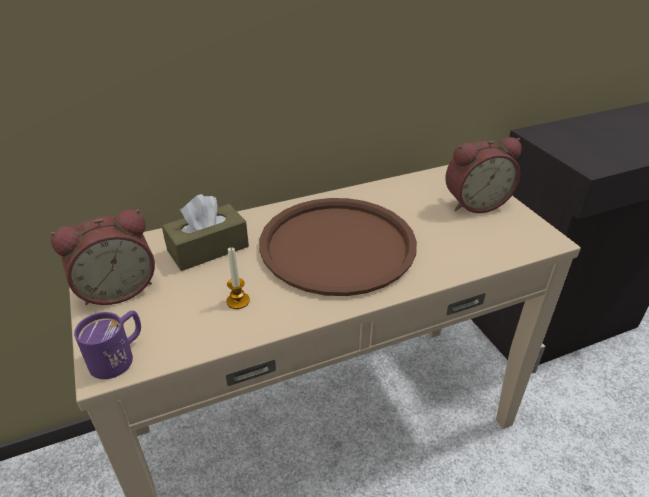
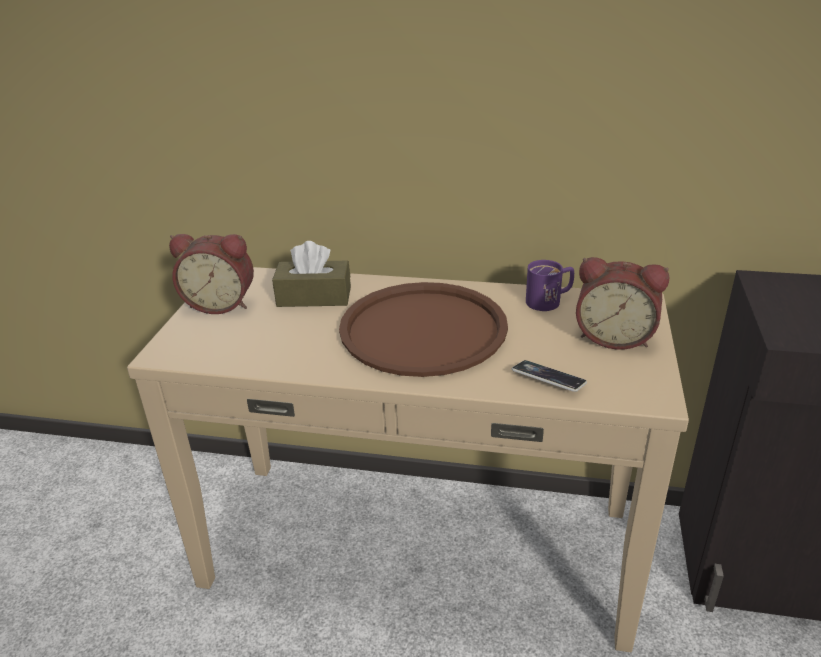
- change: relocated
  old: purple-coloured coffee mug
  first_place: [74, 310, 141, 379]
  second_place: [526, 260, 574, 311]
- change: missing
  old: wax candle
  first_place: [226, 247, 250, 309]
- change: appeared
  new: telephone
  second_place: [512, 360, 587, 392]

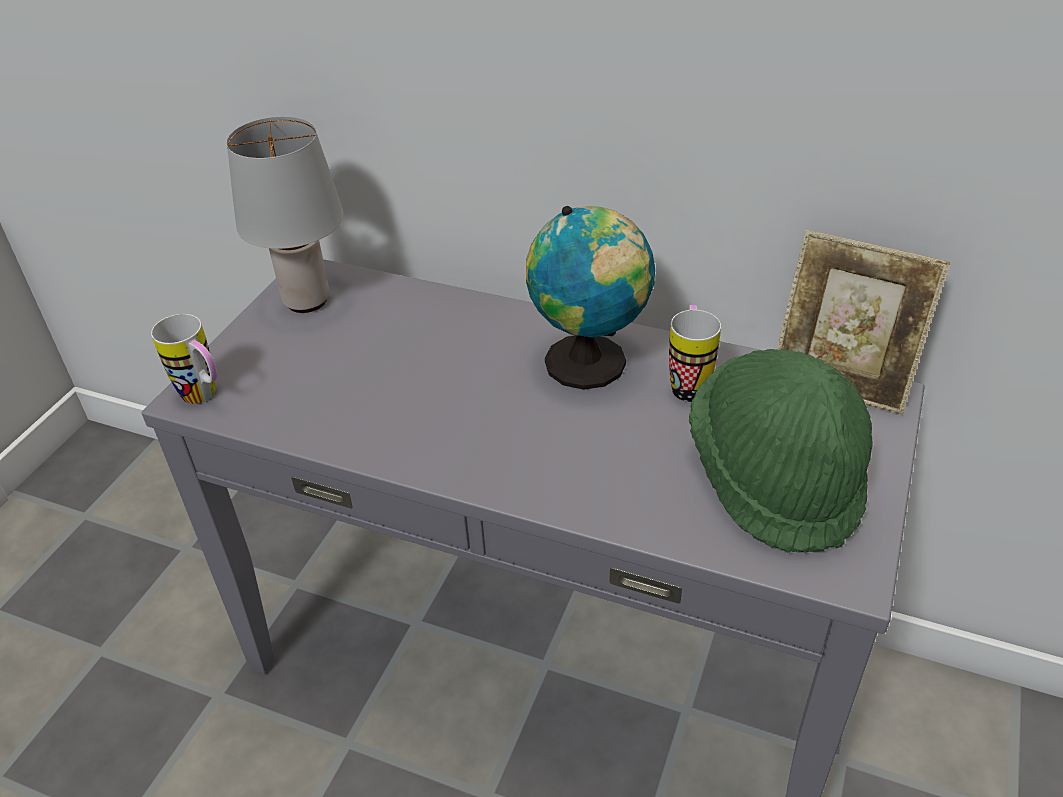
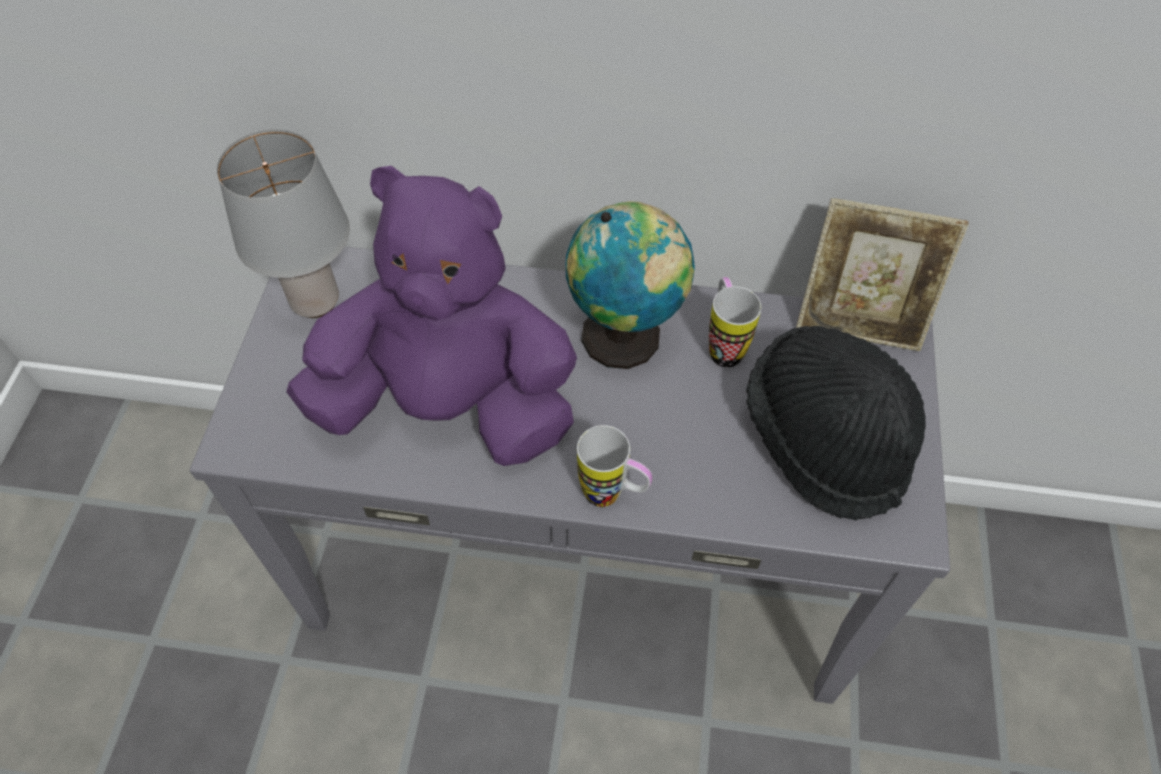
- change: relocated
  old: coffee mug
  first_place: [151, 314, 217, 404]
  second_place: [577, 425, 652, 507]
- change: colour
  old: green wearable hat
  new: blackish wearable hat
  first_place: [689, 349, 872, 553]
  second_place: [746, 326, 926, 521]
- change: appeared
  new: purple-coloured cuddly toy
  second_place: [286, 166, 577, 466]

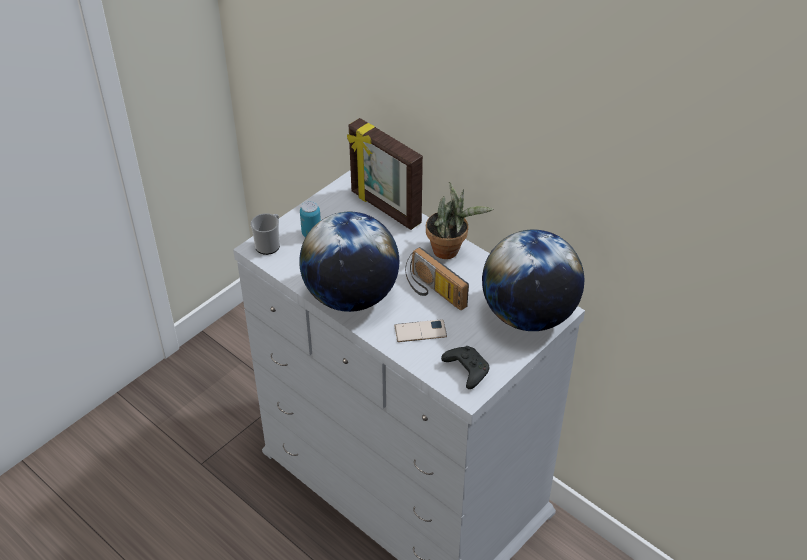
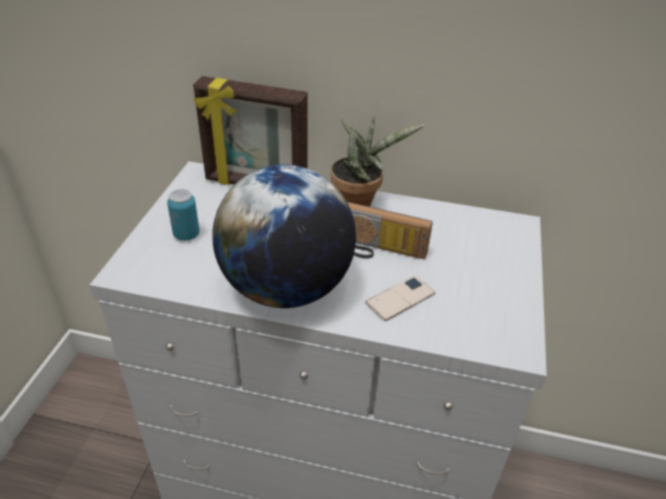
- change: missing
  old: coffee mug
  first_place: [251, 213, 280, 255]
- change: missing
  old: blackish game controller
  first_place: [441, 346, 489, 389]
- change: missing
  old: world globe
  first_place: [482, 230, 584, 331]

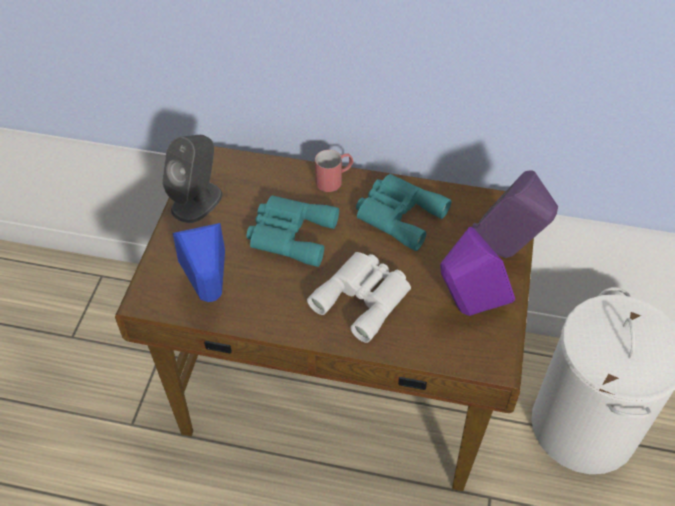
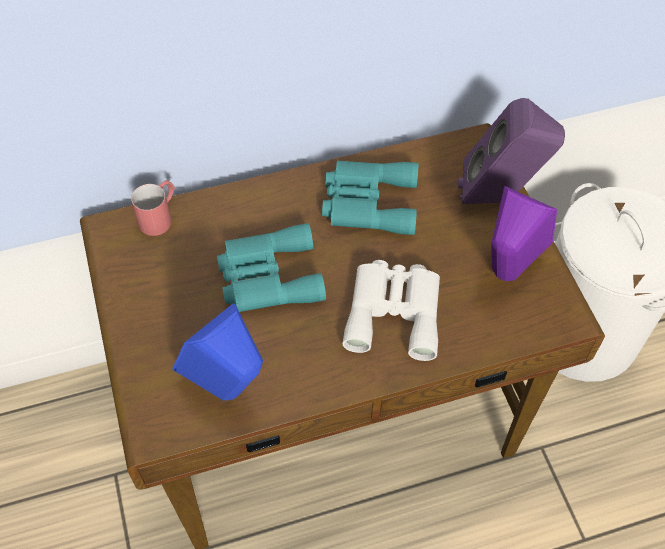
- change: missing
  old: grey loudspeaker
  first_place: [162, 135, 222, 223]
- change: relocated
  old: red-coloured coffee mug
  first_place: [315, 150, 353, 192]
  second_place: [131, 180, 175, 236]

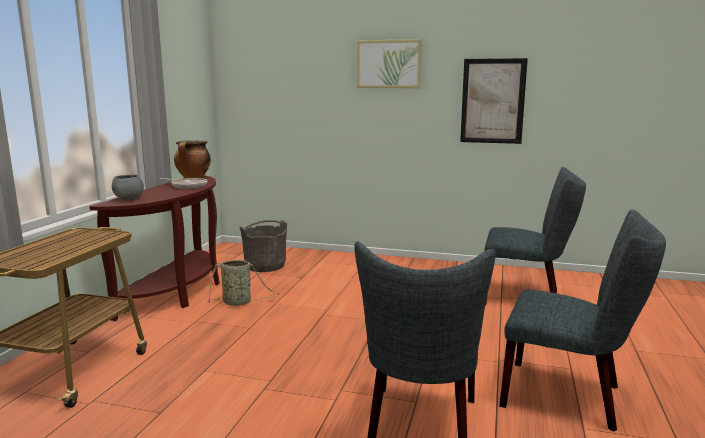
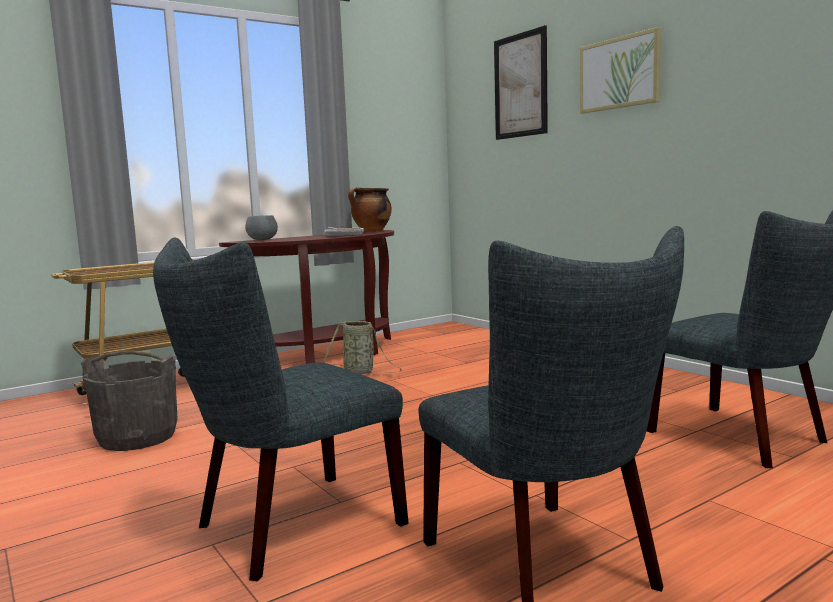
- change: relocated
  old: grey water bucket
  first_place: [240, 220, 287, 272]
  second_place: [81, 350, 178, 451]
- change: relocated
  old: wall art
  first_place: [460, 58, 528, 144]
  second_place: [494, 25, 548, 140]

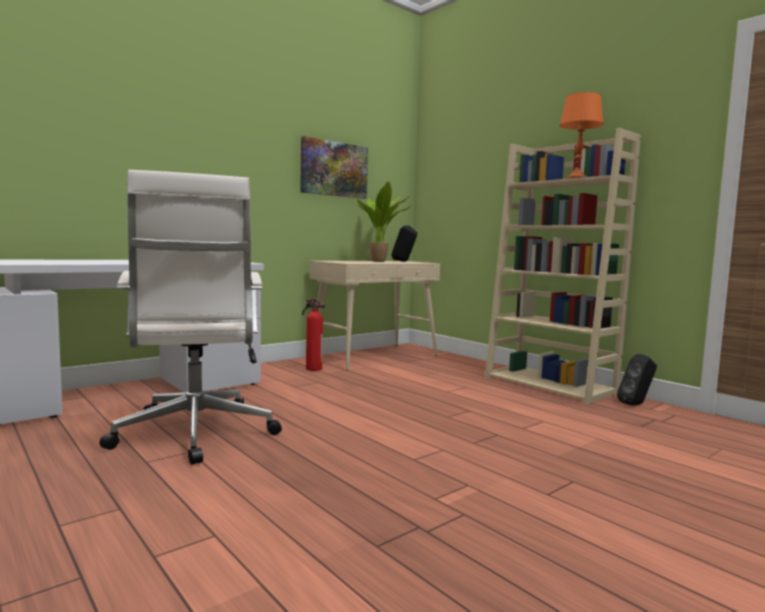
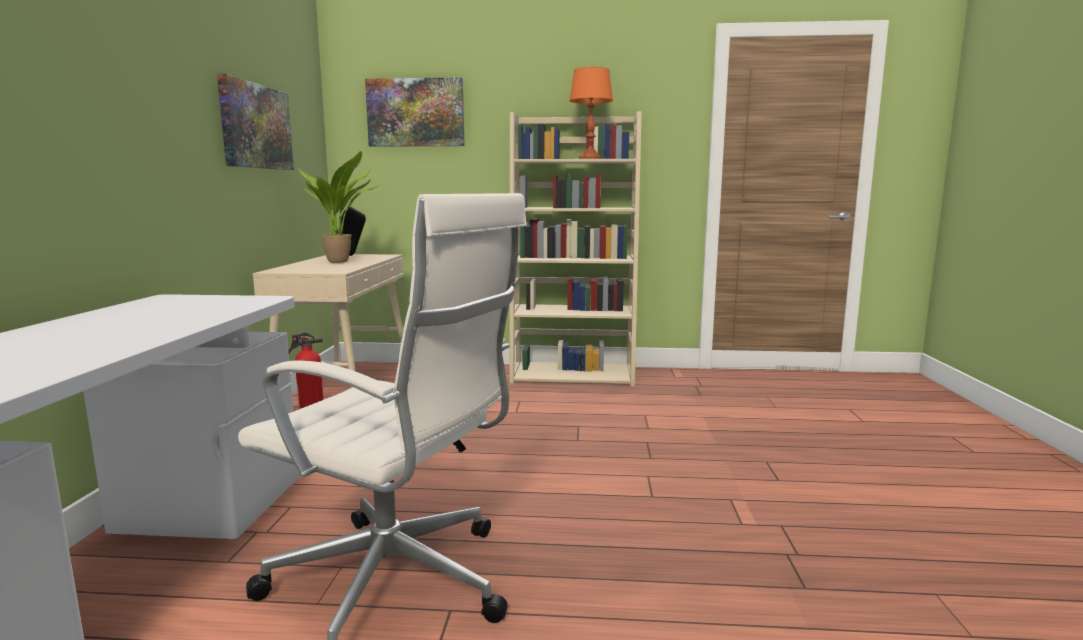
- change: missing
  old: blackish loudspeaker
  first_place: [617, 354, 657, 405]
- change: appeared
  new: wall art
  second_place: [365, 77, 465, 147]

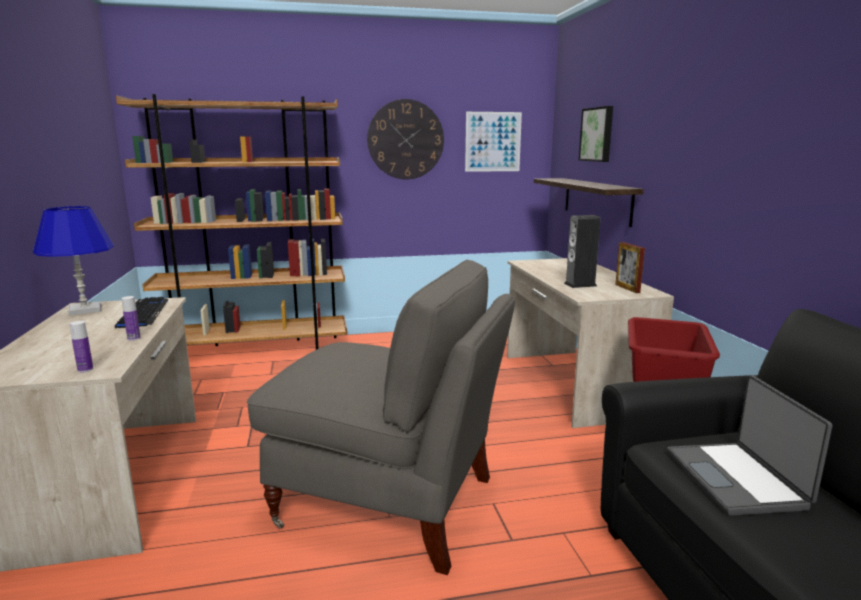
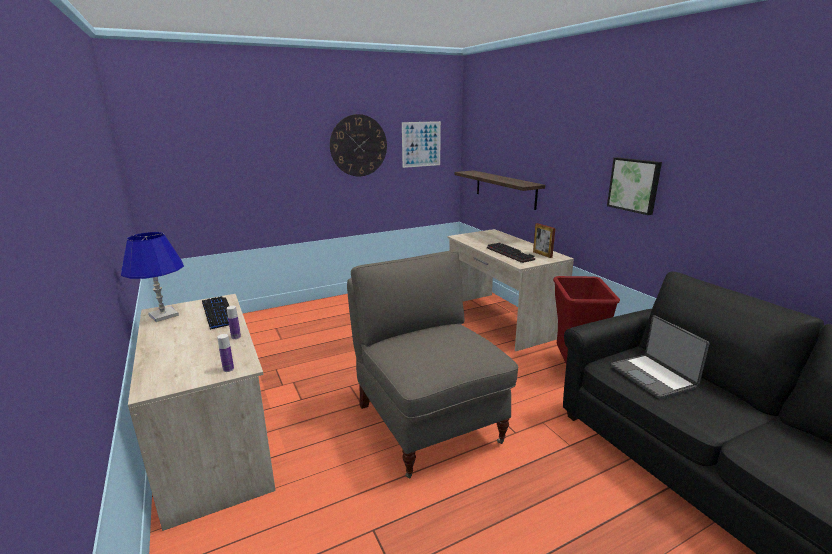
- change: missing
  old: brown bookshelf
  first_place: [116, 94, 347, 350]
- change: spun
  old: grey lounge chair
  first_place: [247, 259, 515, 575]
  second_place: [347, 251, 519, 479]
  degrees: -120
- change: exchanged
  old: loudspeaker
  new: PC keyboard
  first_place: [564, 215, 600, 288]
  second_place: [487, 242, 535, 263]
- change: relocated
  old: wall art
  first_place: [579, 106, 613, 162]
  second_place: [607, 157, 662, 215]

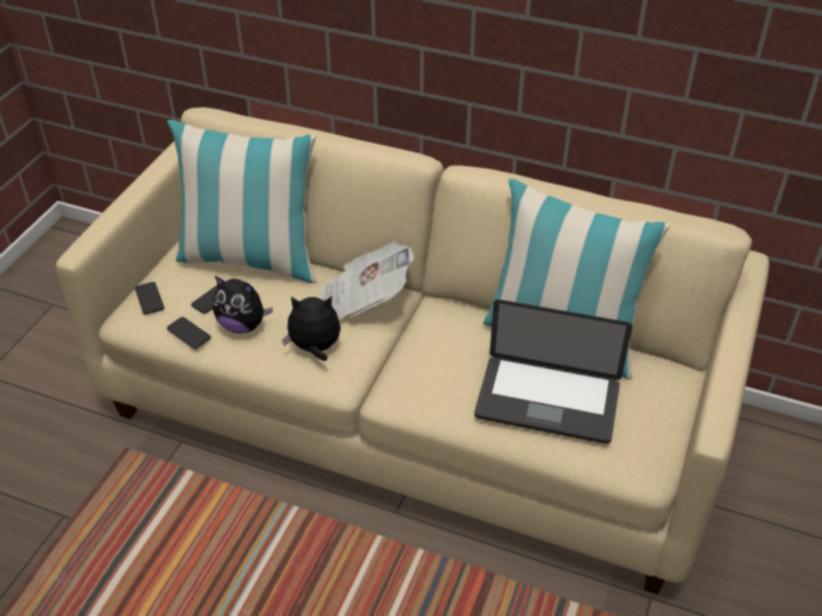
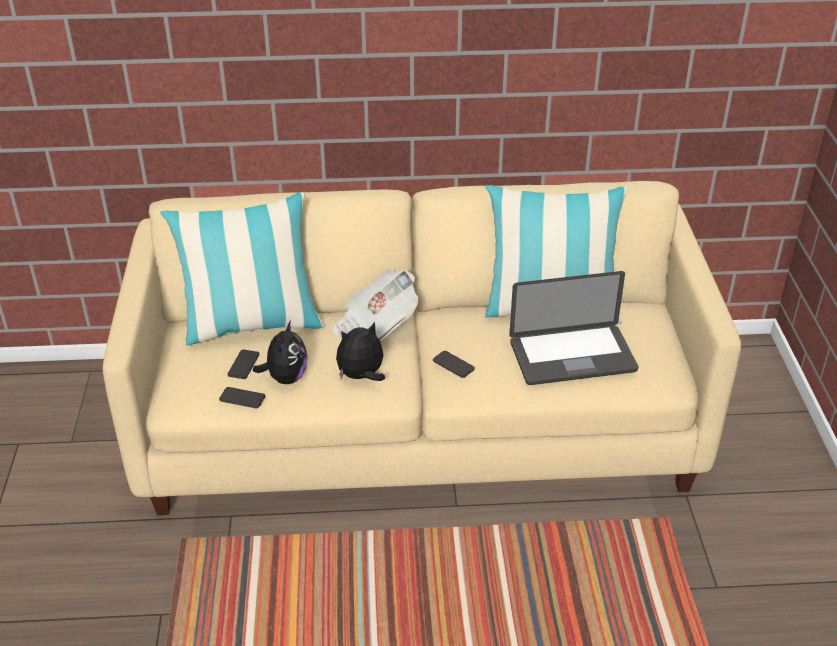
- change: relocated
  old: telephone
  first_place: [135, 282, 164, 315]
  second_place: [433, 351, 475, 378]
- change: spun
  old: cuddly toy
  first_place: [213, 276, 273, 333]
  second_place: [253, 320, 308, 384]
  degrees: -75

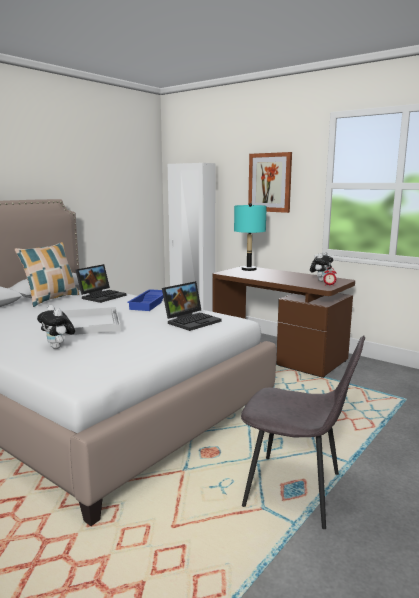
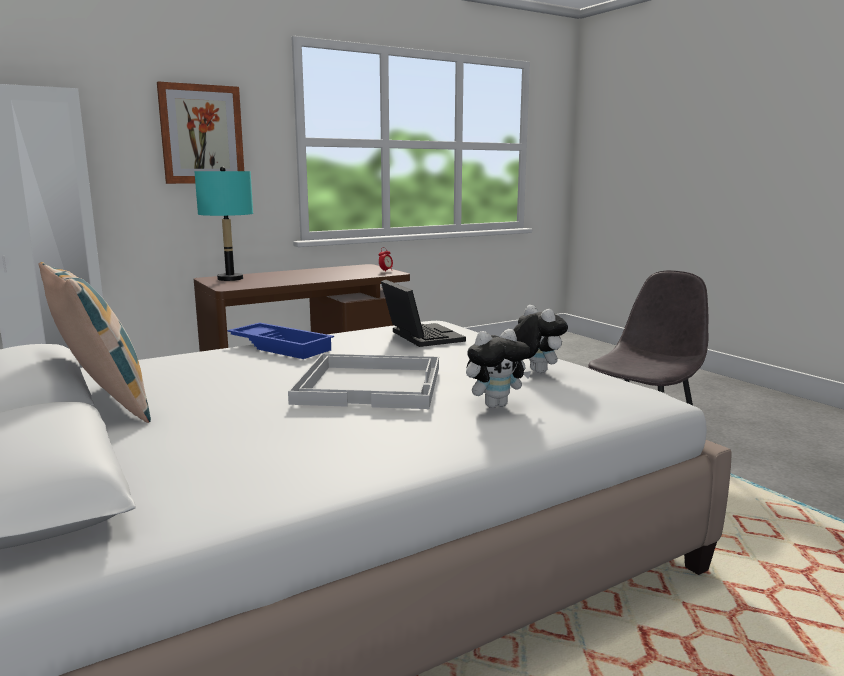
- change: missing
  old: notebook computer
  first_place: [76, 264, 127, 303]
- change: relocated
  old: cuddly toy
  first_place: [310, 252, 333, 281]
  second_place: [513, 305, 568, 373]

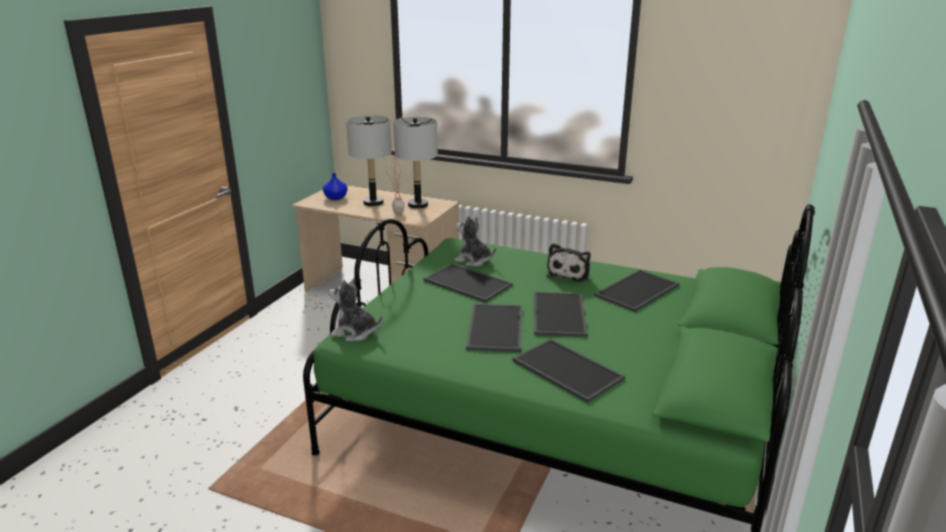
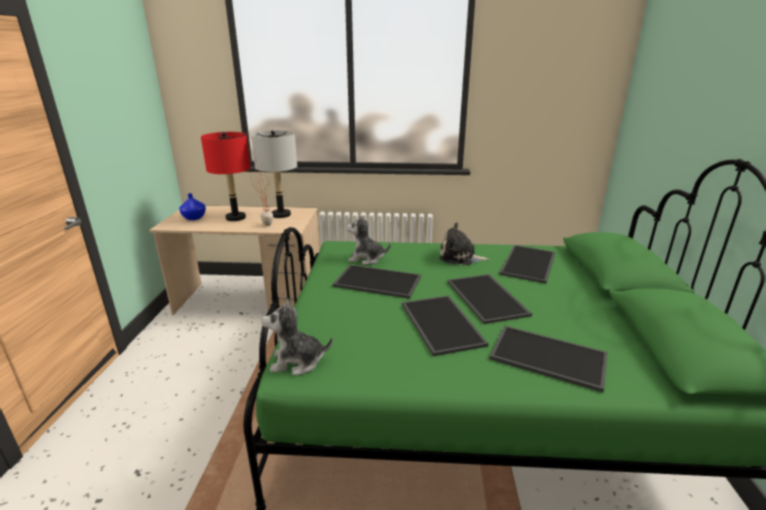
- change: colour
  old: grey tabletop lamp
  new: red-coloured tabletop lamp
  first_place: [346, 115, 392, 206]
  second_place: [201, 132, 251, 221]
- change: spun
  old: cuddly toy
  first_place: [547, 243, 591, 282]
  second_place: [439, 223, 489, 265]
  degrees: 105

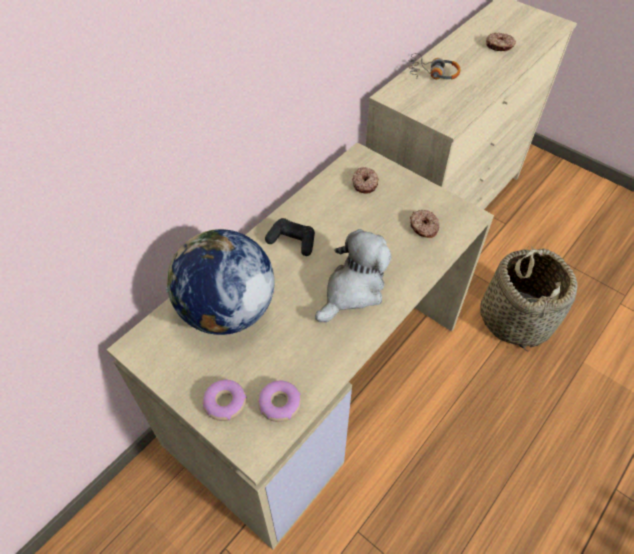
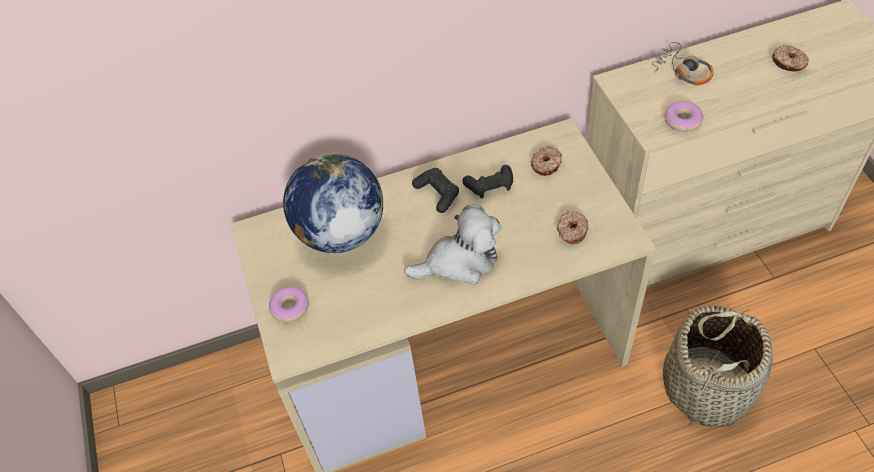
- change: relocated
  old: donut
  first_place: [258, 381, 301, 422]
  second_place: [664, 101, 704, 132]
- change: appeared
  new: blackish game controller
  second_place: [462, 165, 513, 198]

